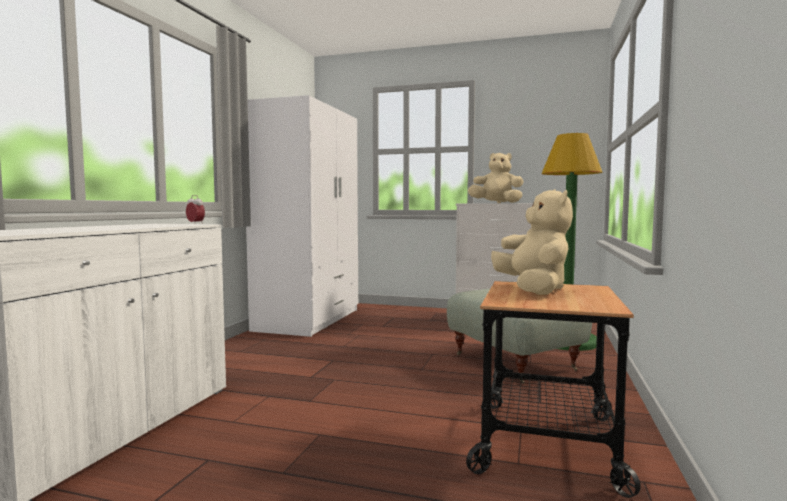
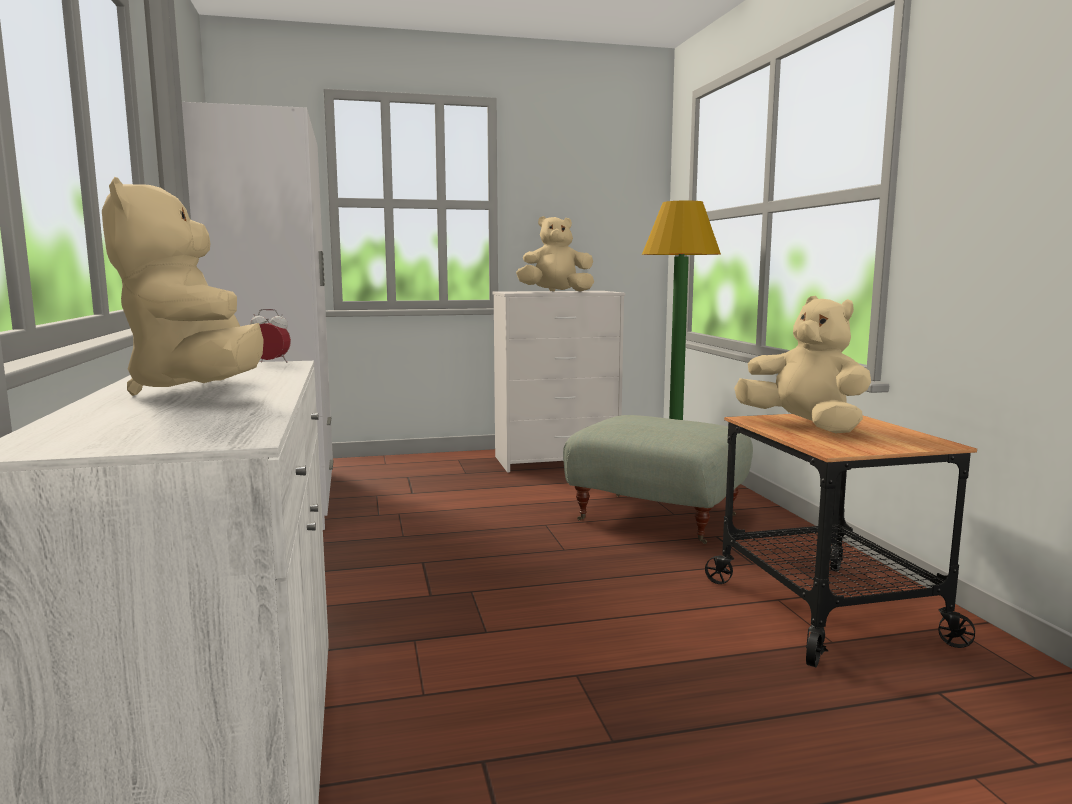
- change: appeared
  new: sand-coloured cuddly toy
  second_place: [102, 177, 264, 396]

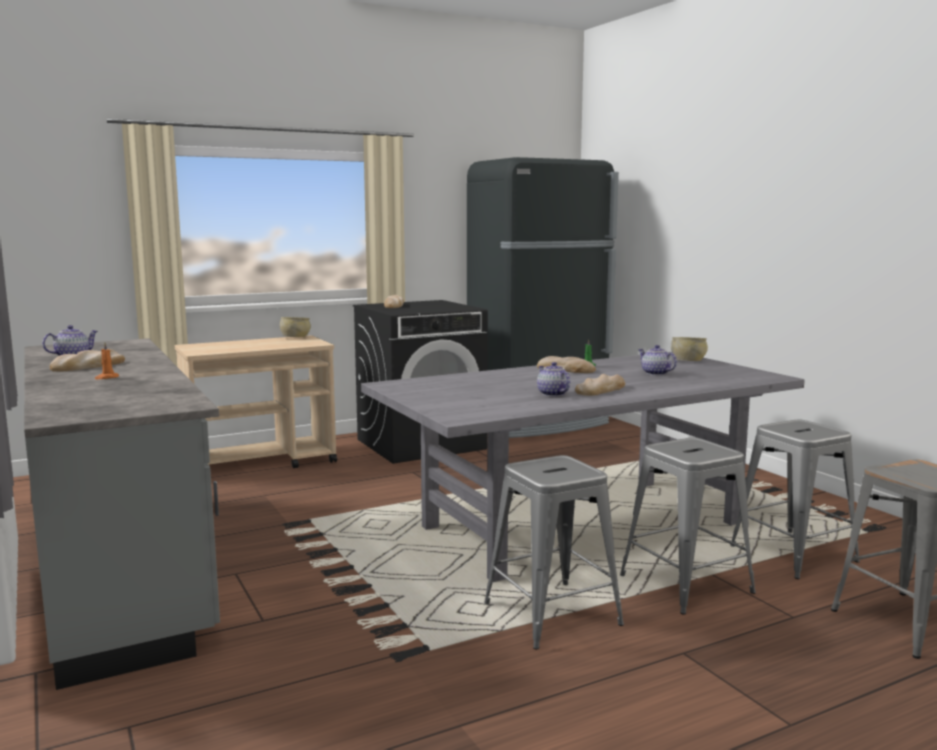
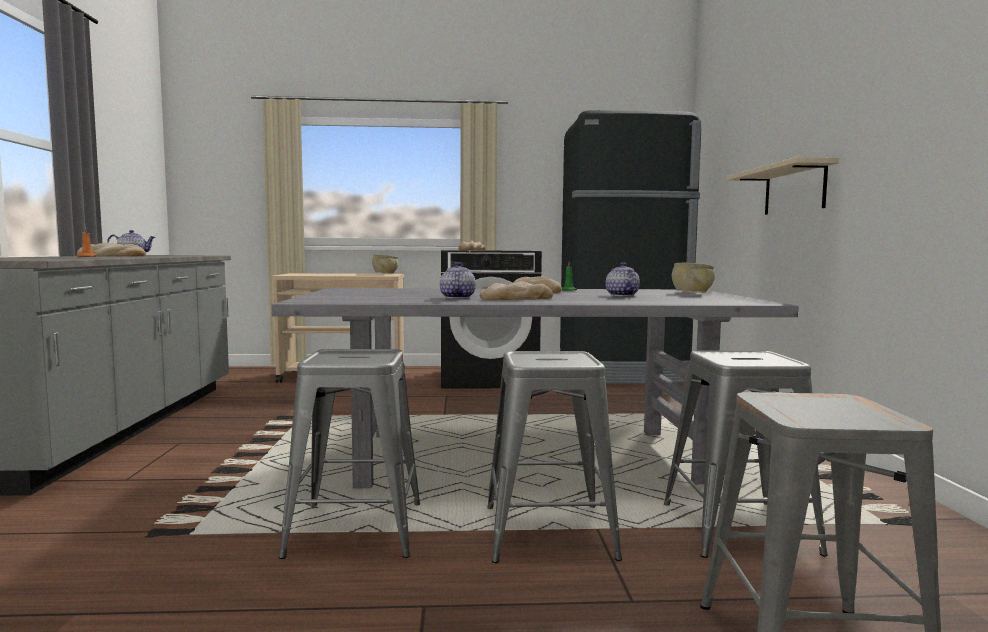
- change: appeared
  new: sand-coloured bracket shelf
  second_place: [727, 157, 839, 215]

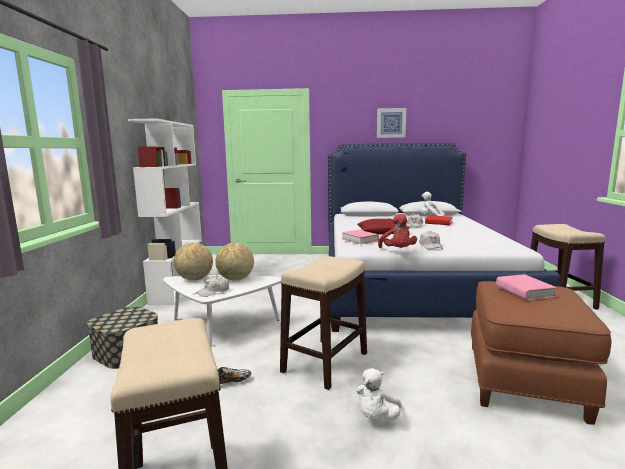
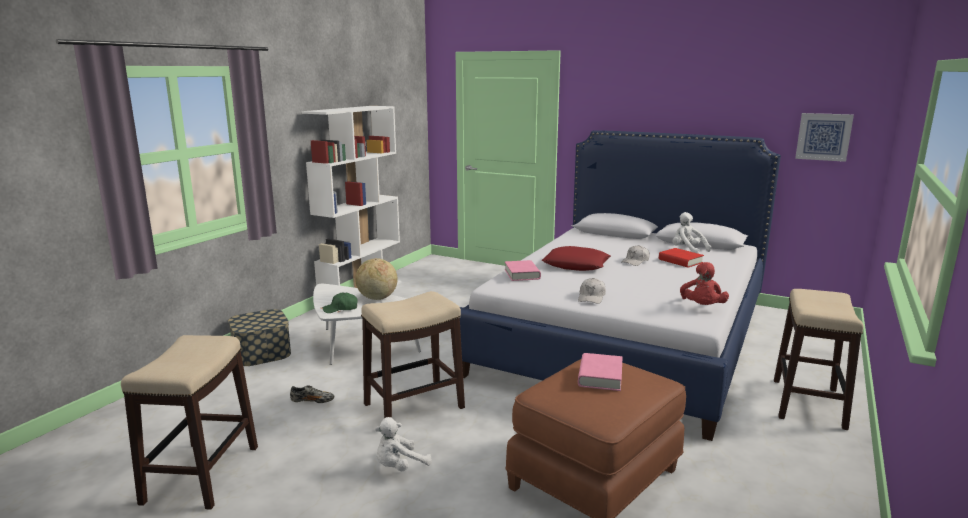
- change: missing
  old: world globe
  first_place: [174, 243, 213, 280]
- change: colour
  old: white peaked cap
  new: green peaked cap
  first_place: [196, 275, 229, 297]
  second_place: [322, 293, 358, 313]
- change: relocated
  old: wall art
  first_place: [377, 108, 406, 138]
  second_place: [795, 113, 854, 162]
- change: relocated
  old: red-coloured cuddly toy
  first_place: [378, 214, 417, 248]
  second_place: [680, 262, 729, 305]

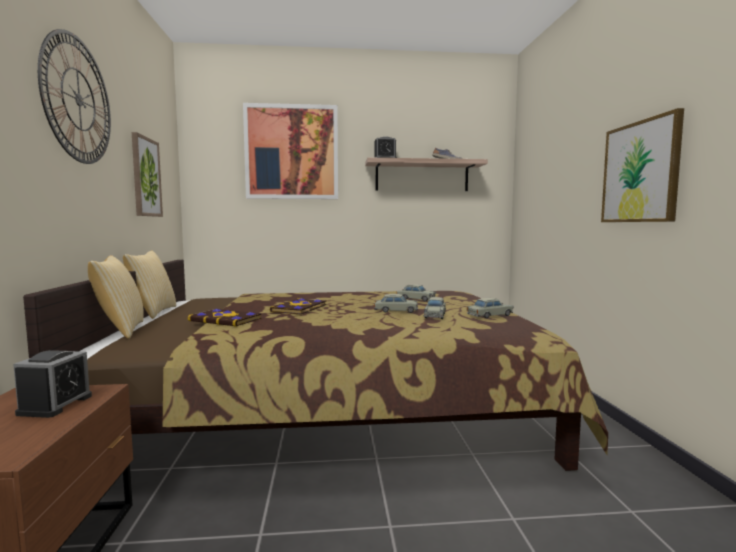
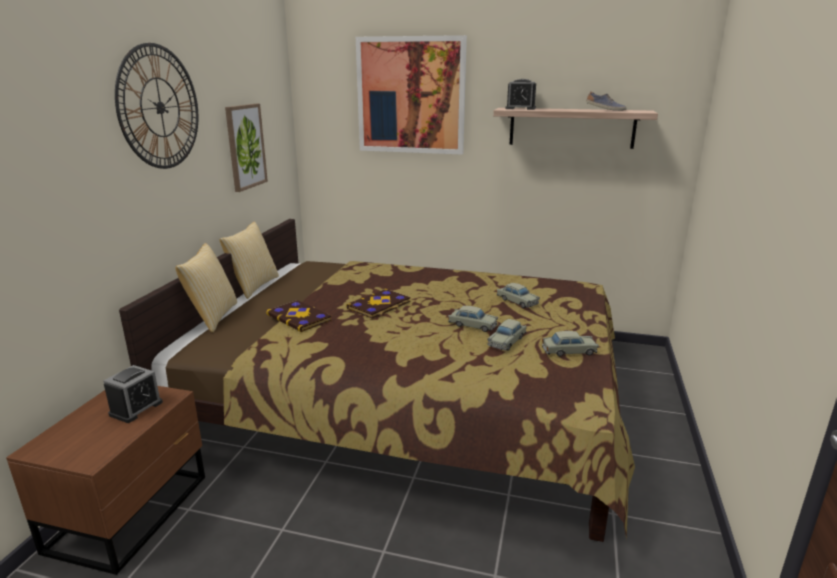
- change: missing
  old: wall art
  first_place: [601, 108, 684, 222]

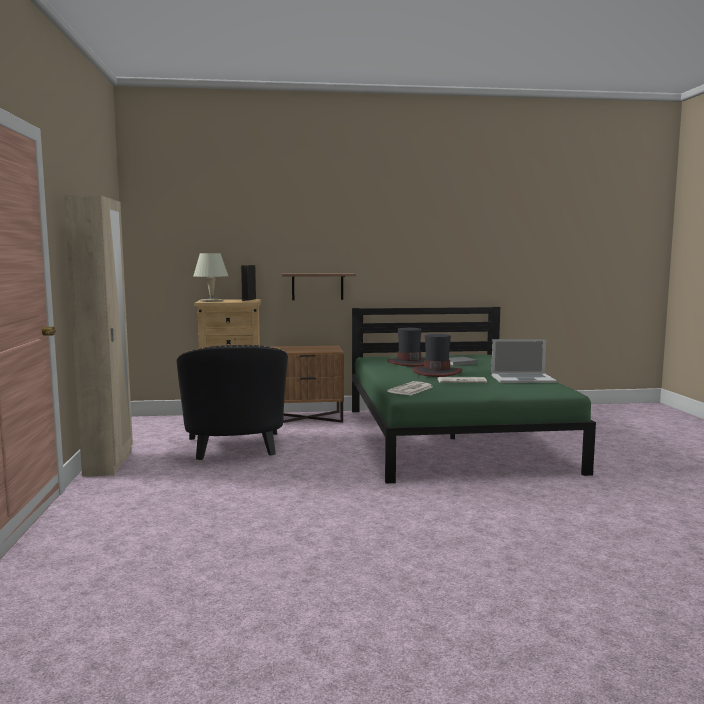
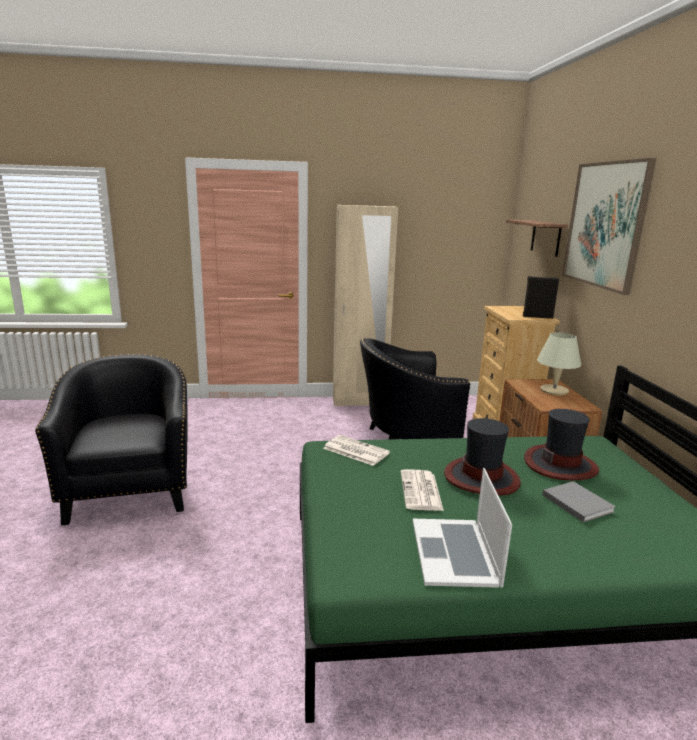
- change: relocated
  old: sand-coloured tabletop lamp
  first_place: [193, 253, 228, 302]
  second_place: [537, 332, 581, 395]
- change: relocated
  old: bracket shelf
  first_place: [282, 273, 356, 300]
  second_place: [506, 219, 568, 257]
- change: appeared
  new: blackish lounge chair
  second_place: [35, 354, 188, 525]
- change: appeared
  new: wall art
  second_place: [562, 158, 656, 295]

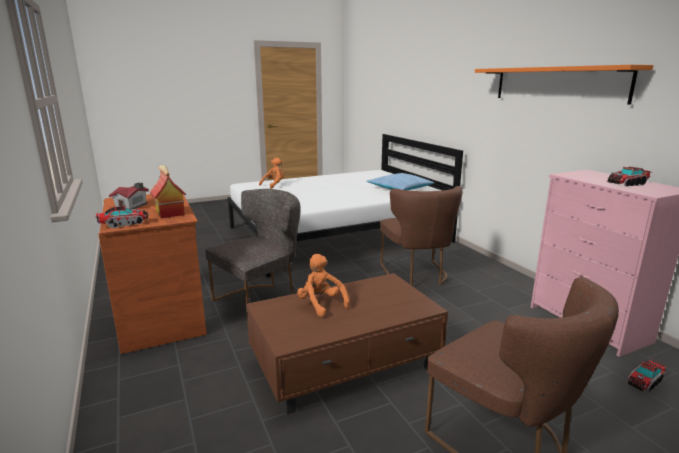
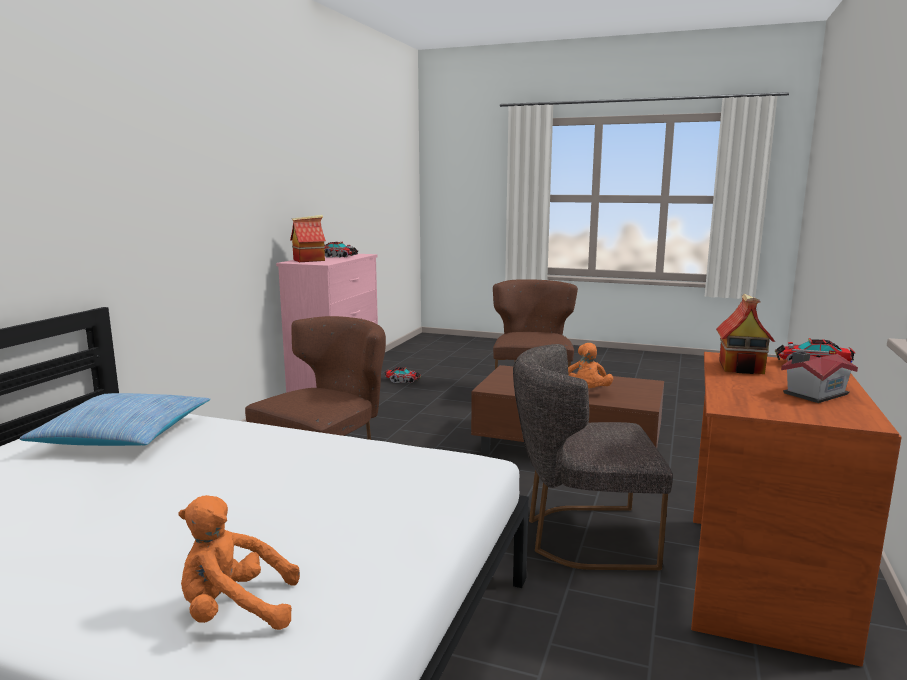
- change: missing
  old: orange bracket shelf
  first_place: [475, 65, 653, 105]
- change: appeared
  new: miniature house
  second_place: [290, 215, 326, 262]

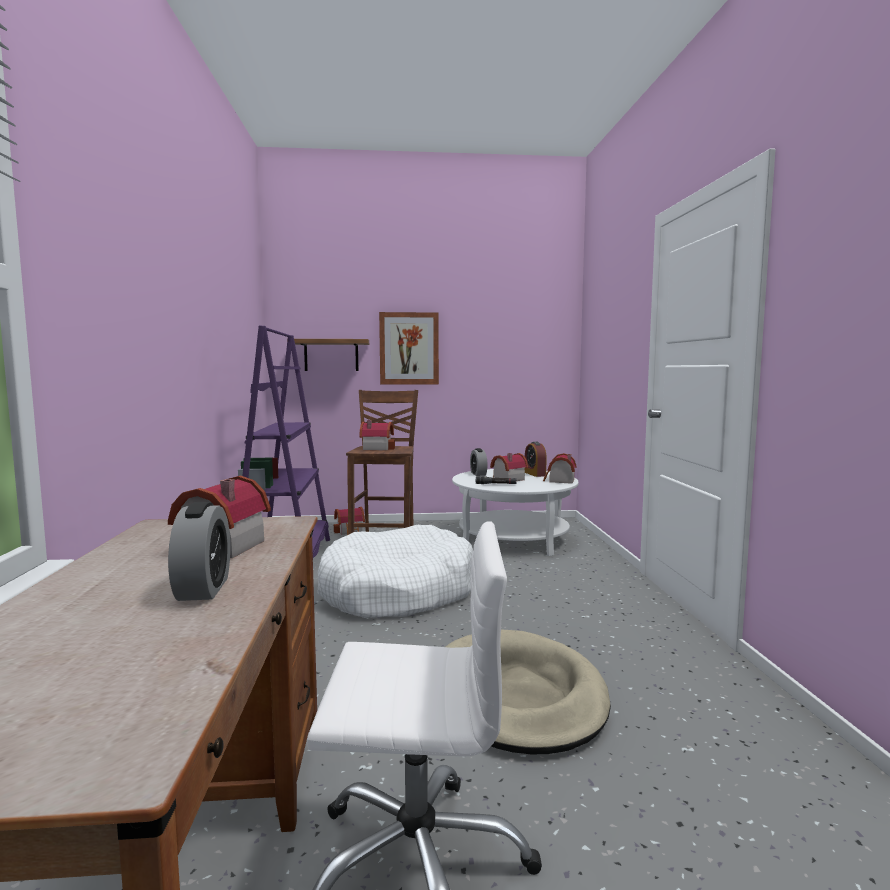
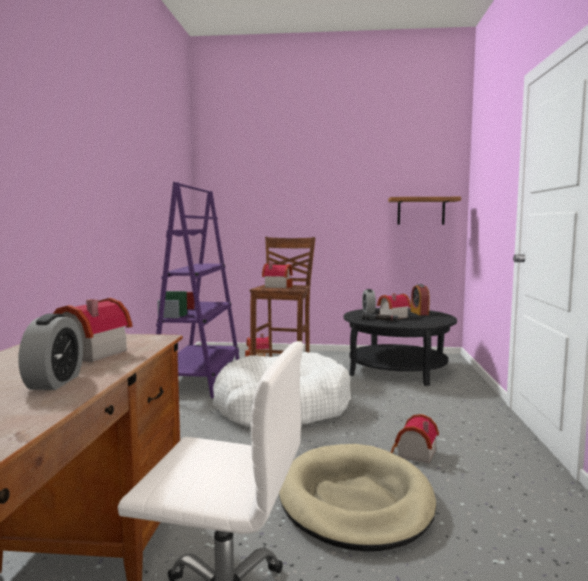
- change: relocated
  old: bracket shelf
  first_place: [287, 339, 369, 371]
  second_place: [388, 197, 461, 225]
- change: missing
  old: wall art
  first_place: [379, 312, 439, 385]
- change: colour
  old: white low table
  new: blackish low table
  first_place: [452, 469, 579, 556]
  second_place: [344, 308, 457, 386]
- change: relocated
  old: miniature house
  first_place: [543, 453, 577, 484]
  second_place: [391, 414, 439, 463]

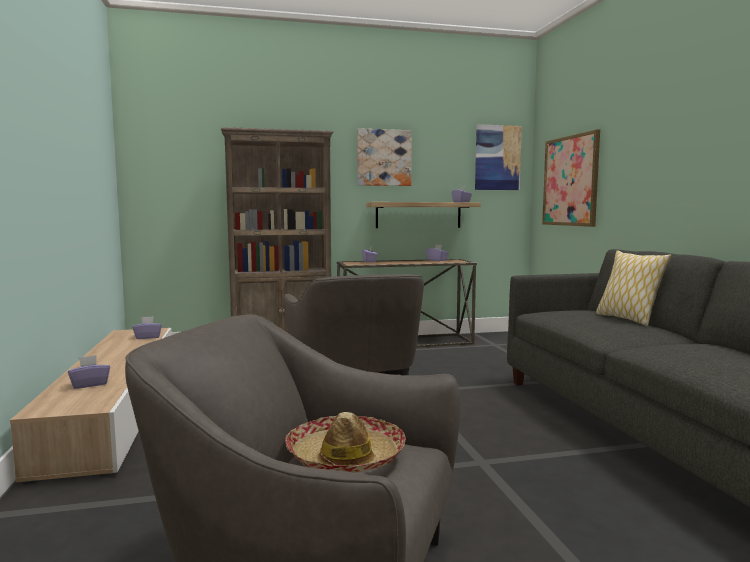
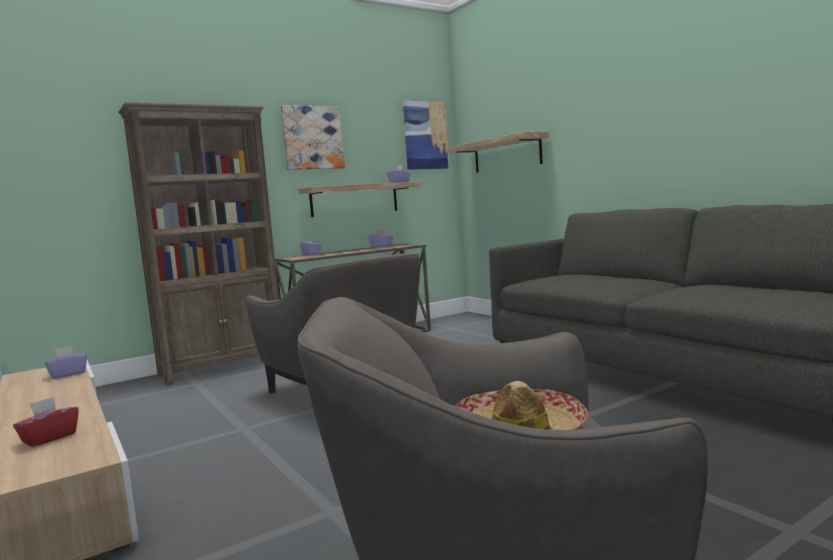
- change: colour
  old: purple-coloured tissue box
  new: red-coloured tissue box
  first_place: [68, 355, 110, 389]
  second_place: [13, 397, 79, 447]
- change: exchanged
  old: wall art
  new: bracket shelf
  first_place: [542, 129, 600, 227]
  second_place: [446, 132, 549, 173]
- change: missing
  old: pillow
  first_place: [596, 250, 671, 326]

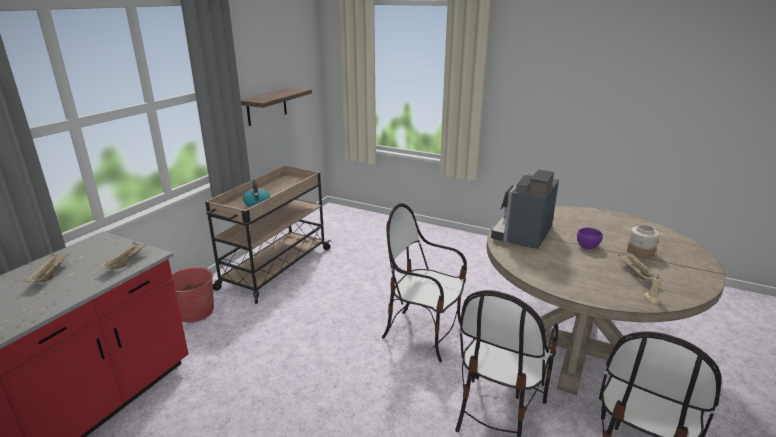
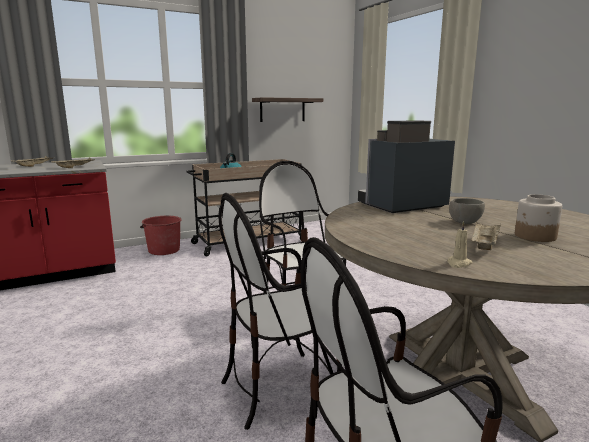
- change: colour
  old: purple-coloured bowl
  new: grey bowl
  first_place: [577, 228, 603, 249]
  second_place: [449, 198, 485, 224]

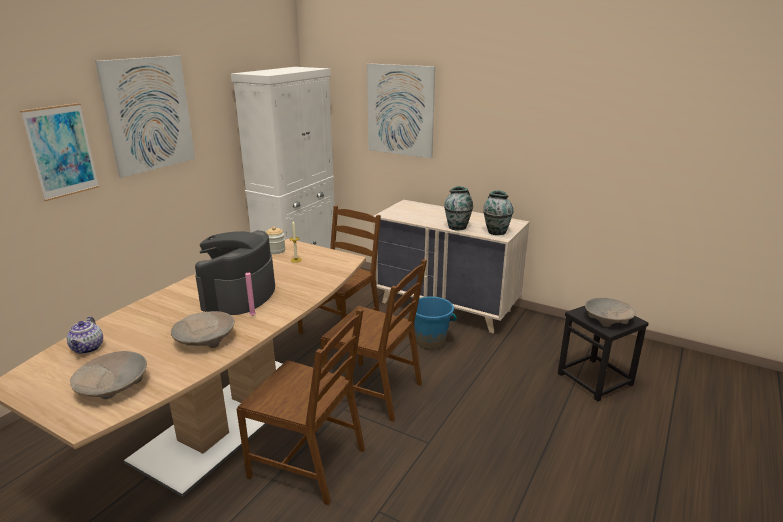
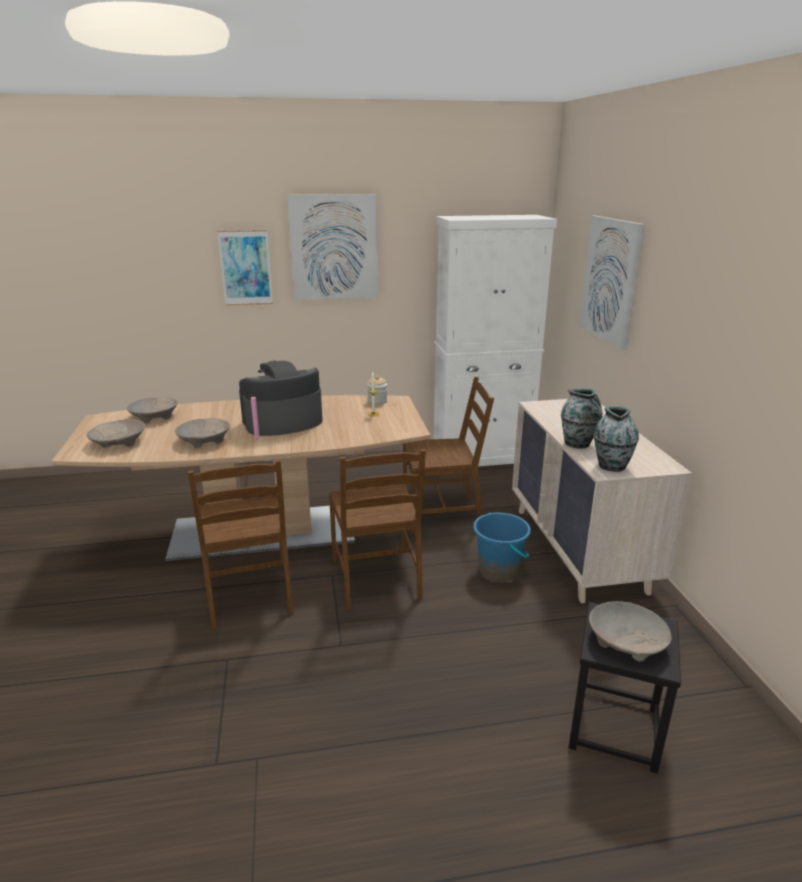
- change: exchanged
  old: tea pot
  new: sand-coloured bowl
  first_place: [67, 316, 103, 354]
  second_place: [127, 397, 178, 423]

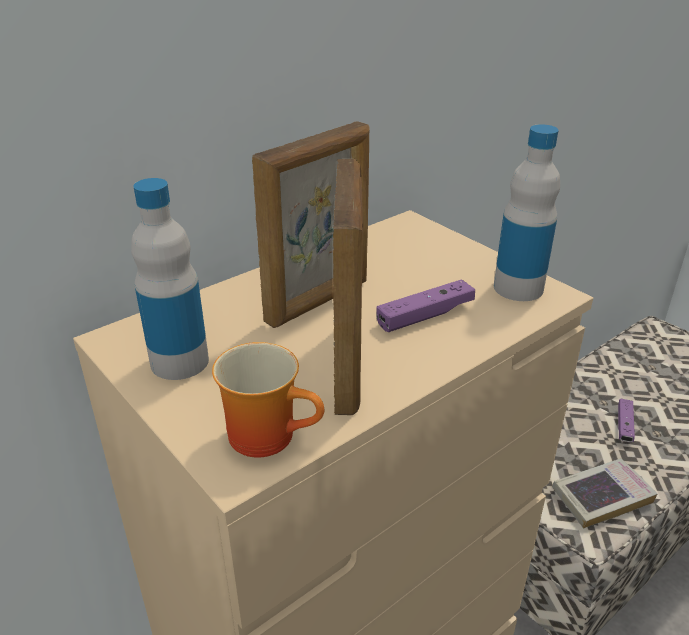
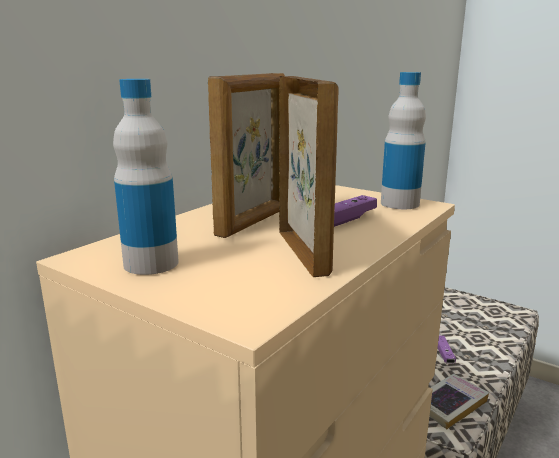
- change: missing
  old: coffee mug
  first_place: [212, 342, 324, 458]

